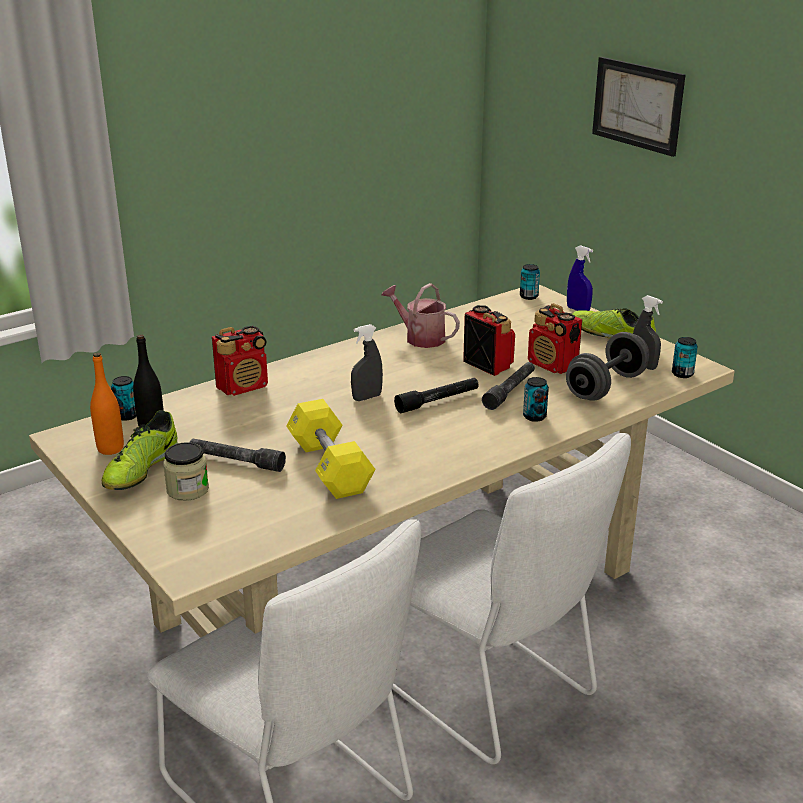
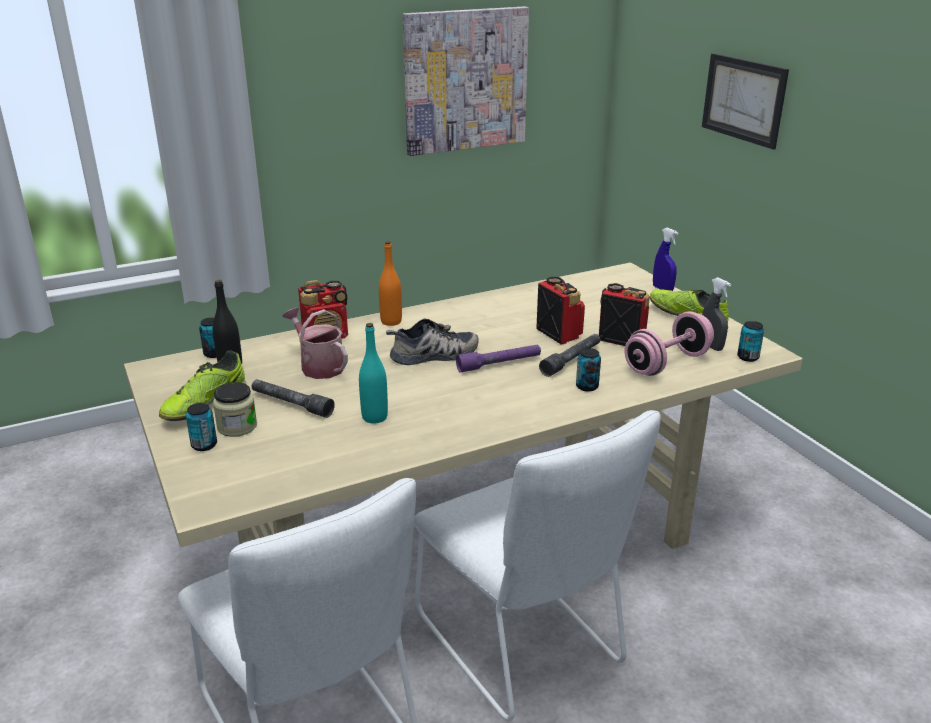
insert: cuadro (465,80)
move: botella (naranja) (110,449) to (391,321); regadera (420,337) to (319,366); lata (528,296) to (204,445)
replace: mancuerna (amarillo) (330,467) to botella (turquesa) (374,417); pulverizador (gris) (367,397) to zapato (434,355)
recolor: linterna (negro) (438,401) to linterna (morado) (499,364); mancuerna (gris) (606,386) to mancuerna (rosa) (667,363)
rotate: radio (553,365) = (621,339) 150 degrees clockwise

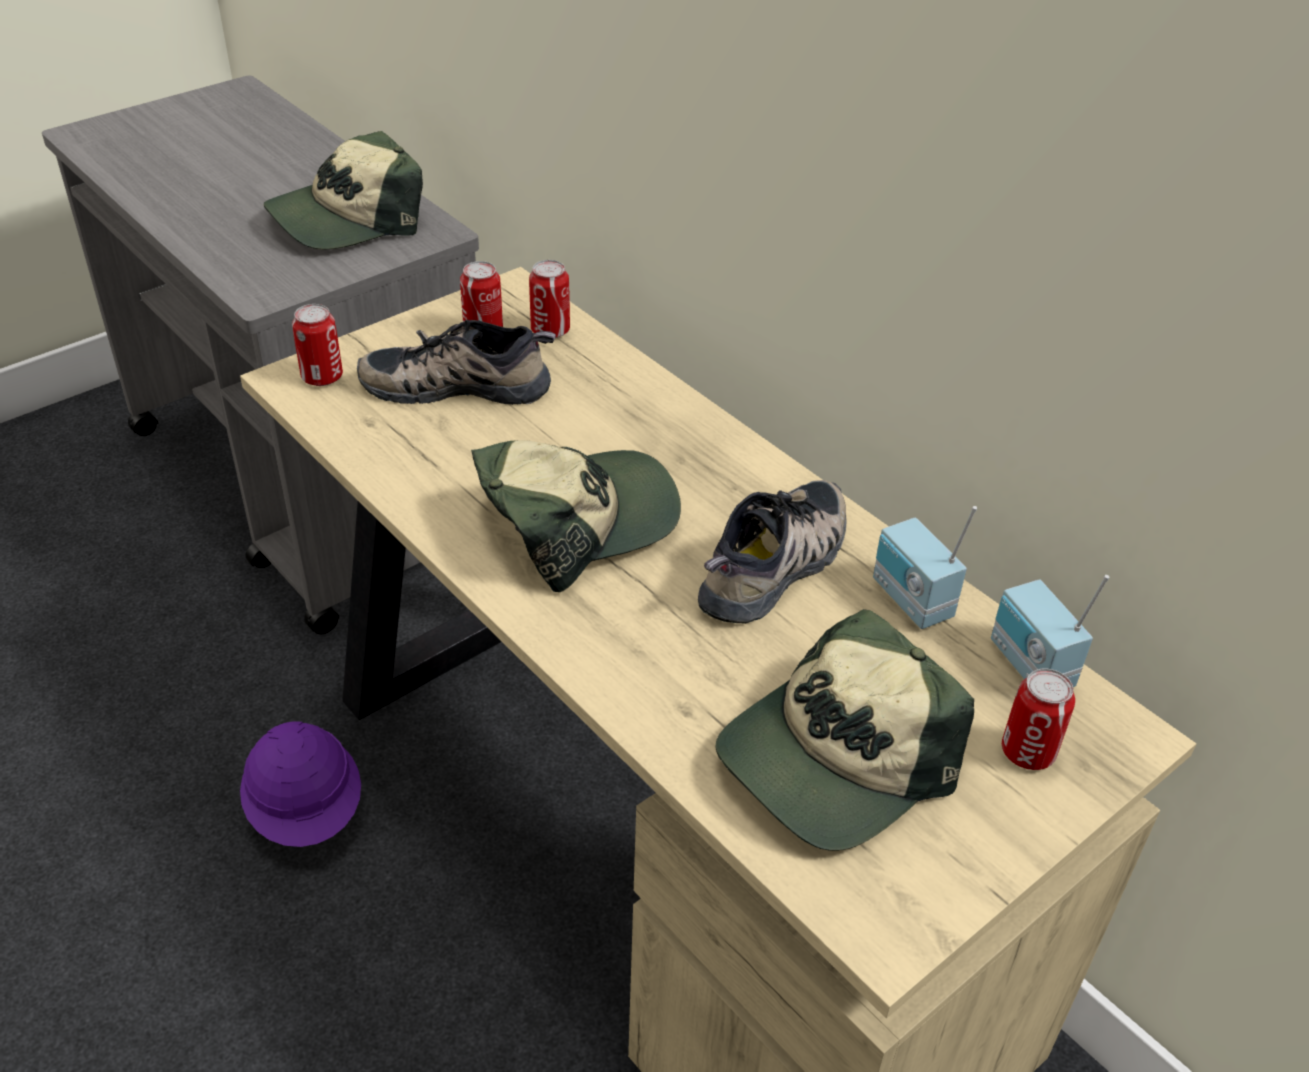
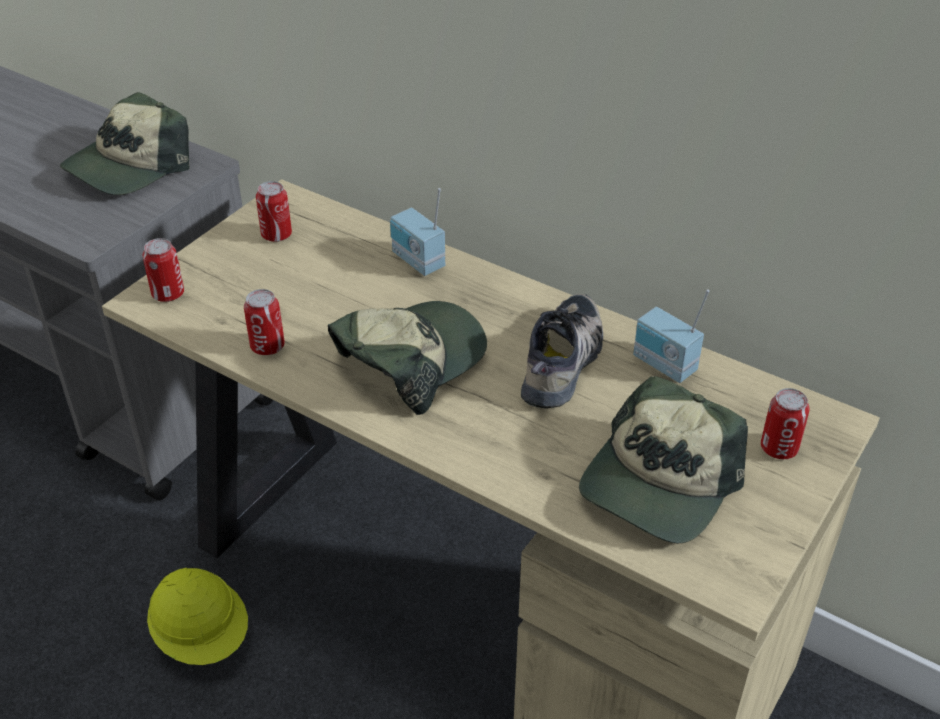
delete: zapato (458,384)
move: lata (550,330) to (267,346); radio (1028,666) to (417,262)
recolor: casco (morado) (307,810) to casco (amarillo) (203,636)

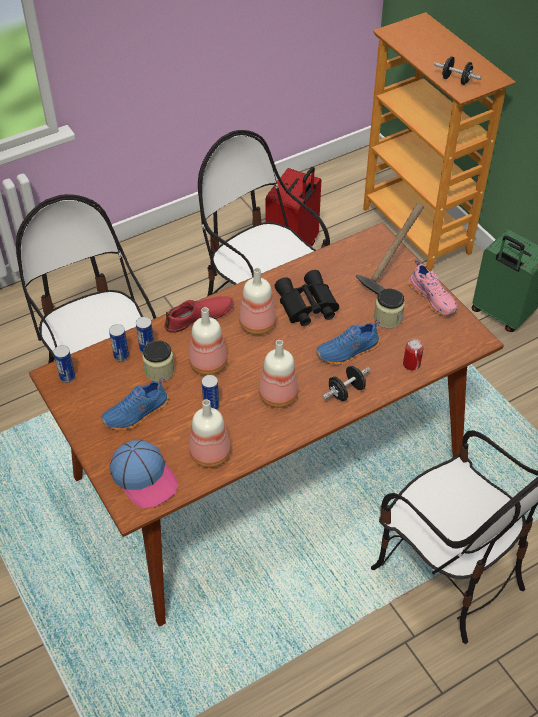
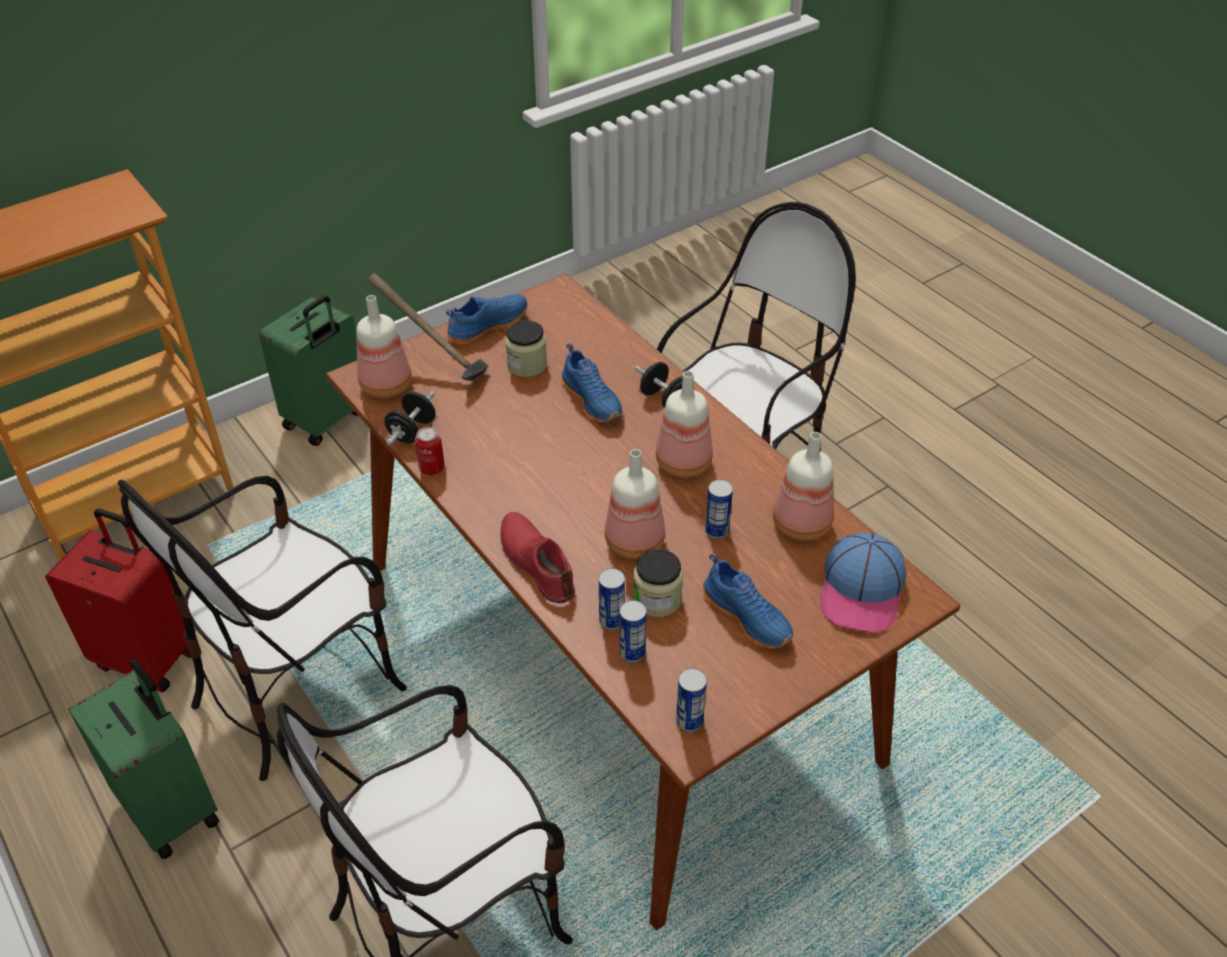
delete: prismáticos (negro) (306,306)
insert: maleta (verde) (172,809)
move: botella (258,325) to (387,385); lata (411,365) to (432,468); mancuerna (negro) (456,80) to (412,431)
recolor: zapato (rosa) (433,298) to zapato (azul) (486,325)
rotate: gorra (144,478) = (861,591) 150 degrees clockwise

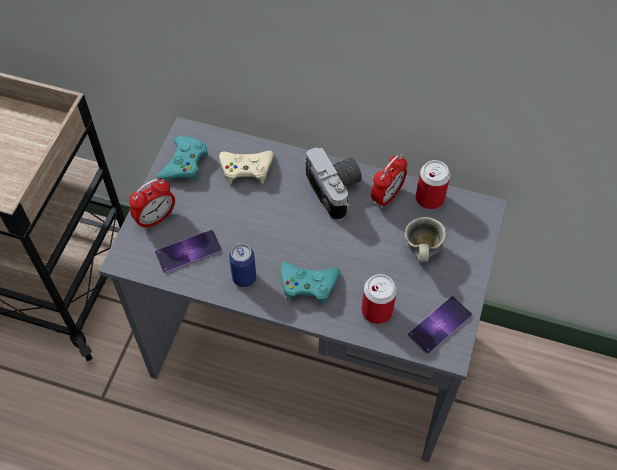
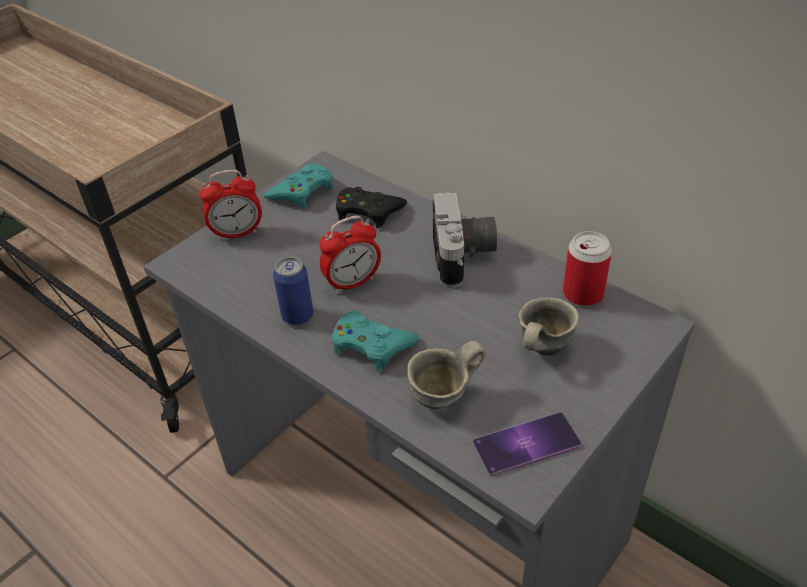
delete: móvil (188,251)
move: despertador (386,196) to (352,283)
replace: lata (376,310) to taza grande (gris) (445,400)
recolor: mando de consola (beis) (246,169) to mando de consola (negro) (368,211)

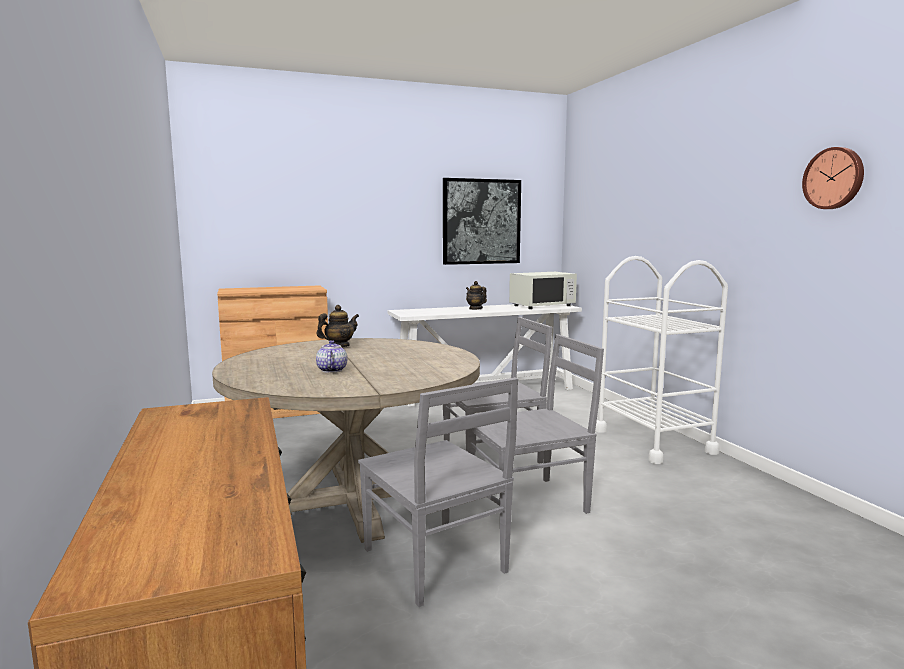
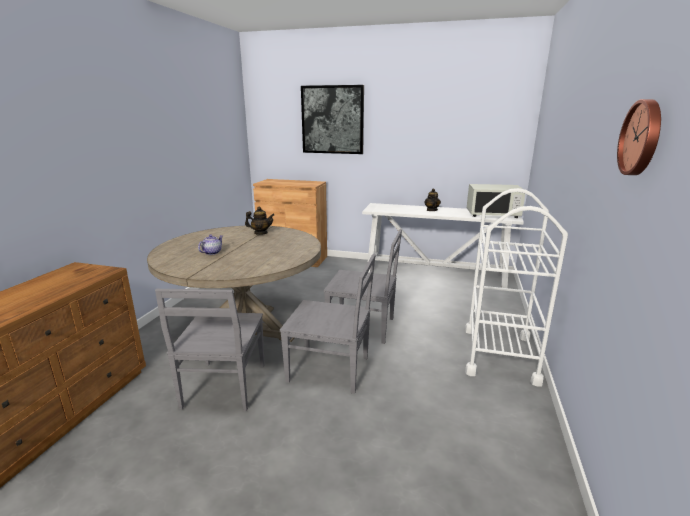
move: cuadro (481,221) to (332,120)

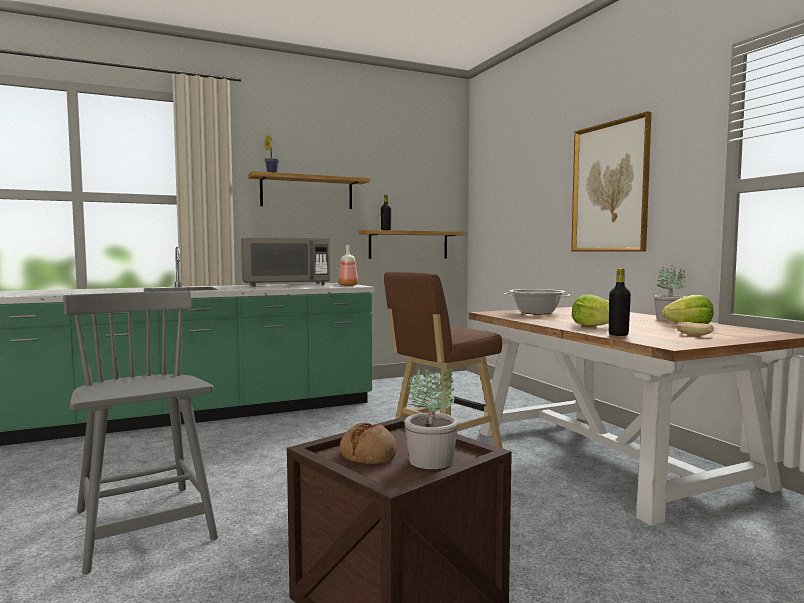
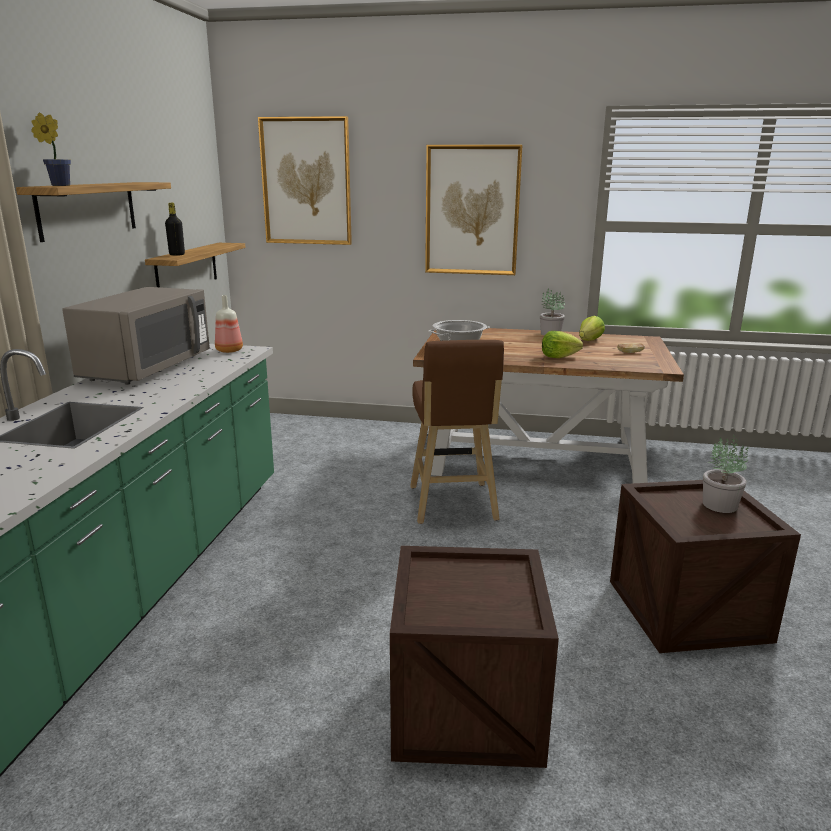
delete: pan (368,455); botella (negro) (618,335)
insert: cuadro (306,182)
replace: silla (gris) (144,526) to caja de embalaje (466,707)

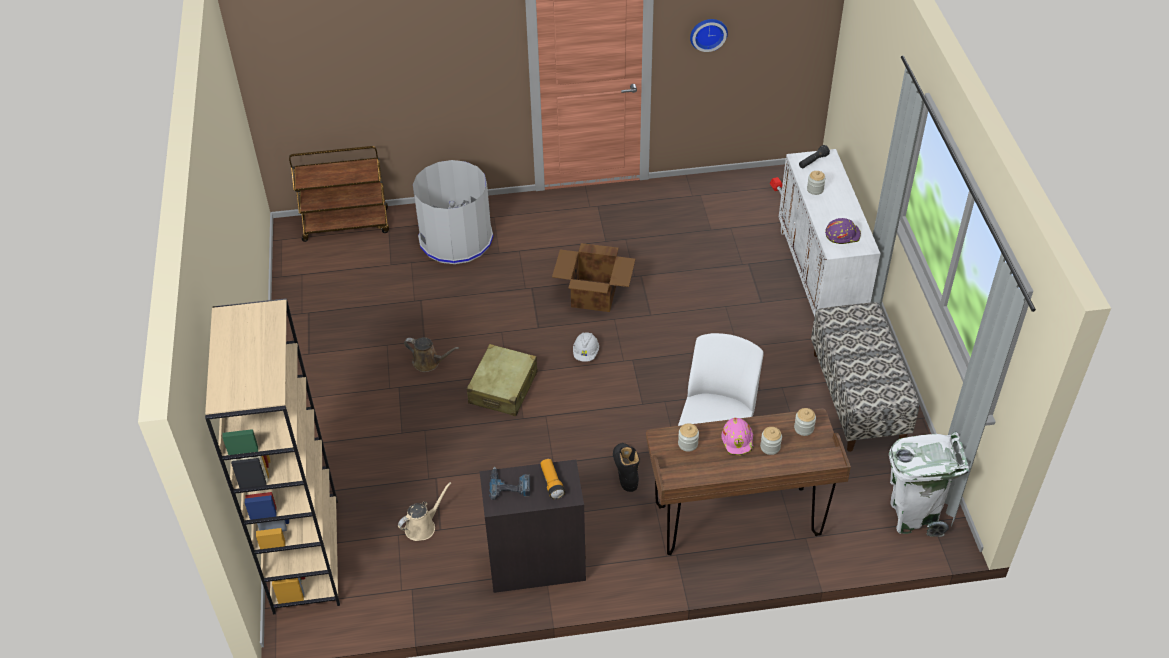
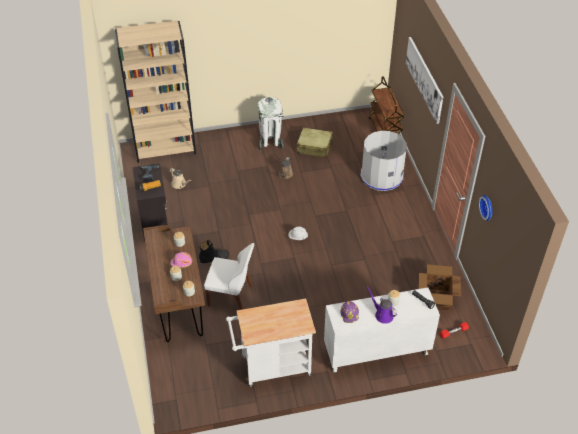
insert: regadera (morado) (382,314); cuadro (424,79)
move: maleta (beis) (503,388) to (314,147); caja de cartón (594,295) to (436,300); papelera (blanco) (913,515) to (270,142)
replace: banco (858,397) to carrito (blanco) (271,367)

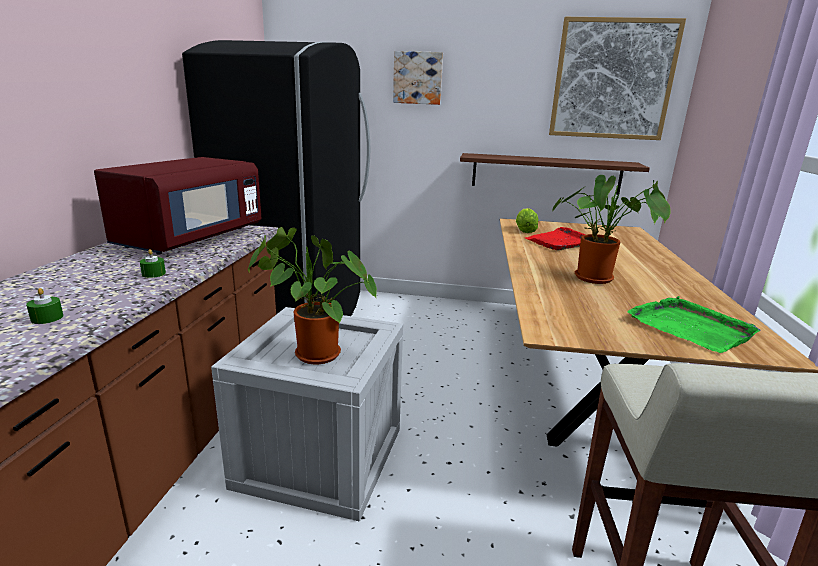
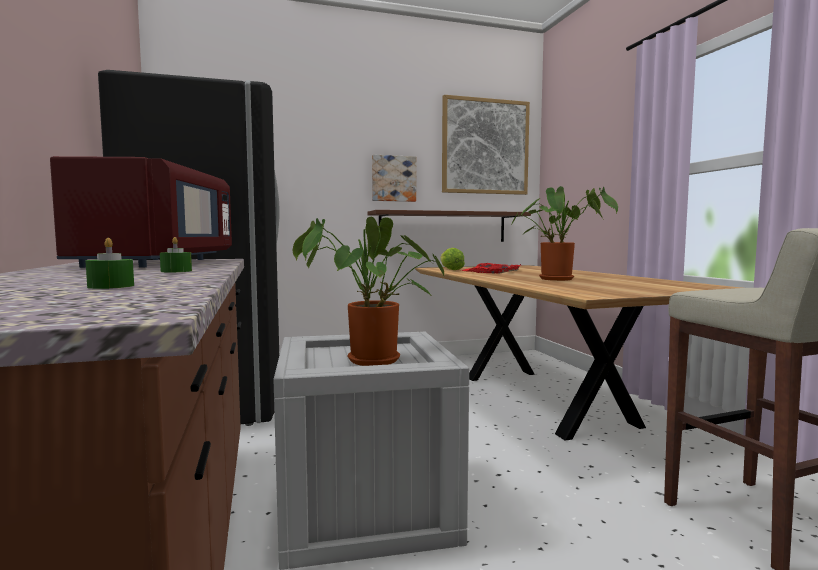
delete: bandeja (verde) (690,327)
move: cuadro (418,78) to (393,178)

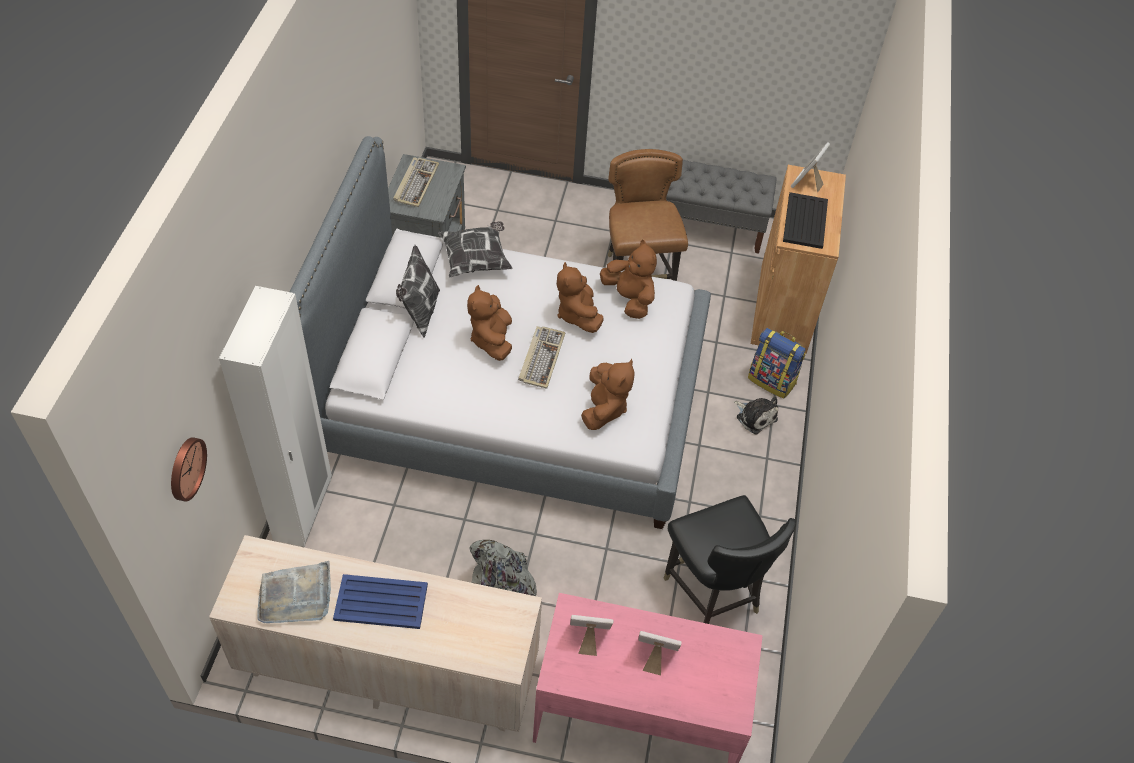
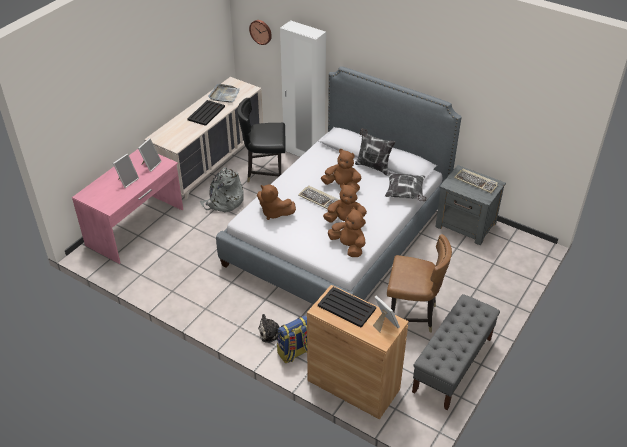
move: silla (negro) (713,593) to (265,172)
recolor: bandeja (azul) (382,602) to bandeja (negro) (206,113)
rotate: peluche (marrón) (629,299) = (348,246) 120 degrees counterclockwise

